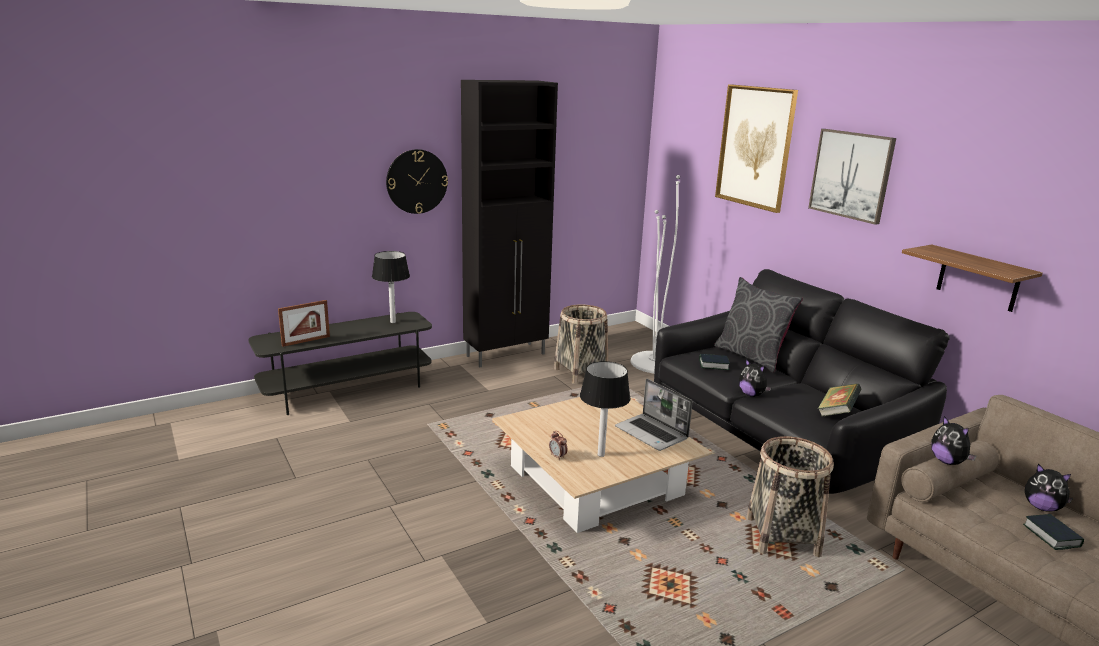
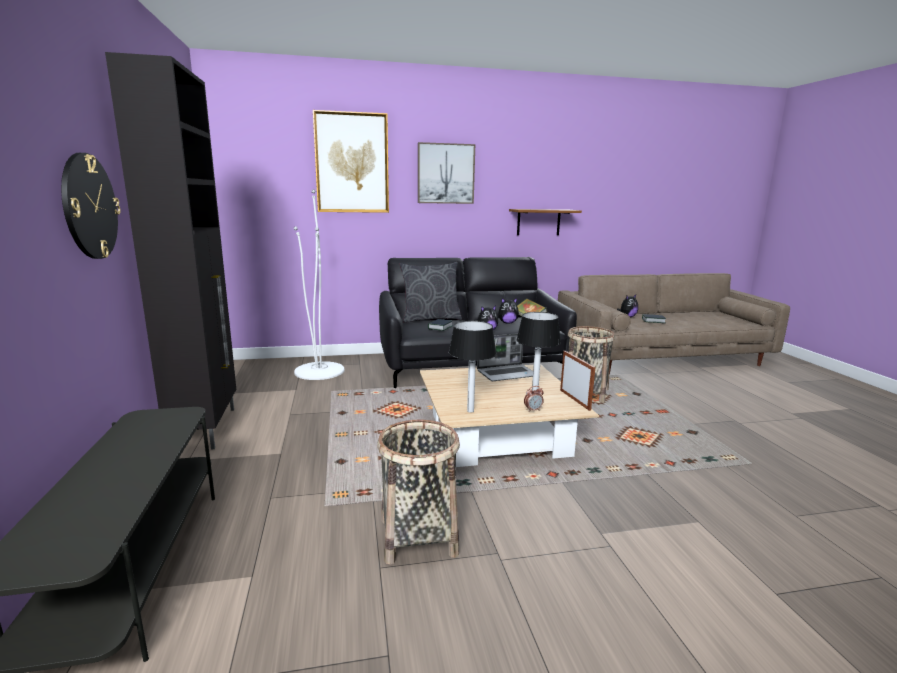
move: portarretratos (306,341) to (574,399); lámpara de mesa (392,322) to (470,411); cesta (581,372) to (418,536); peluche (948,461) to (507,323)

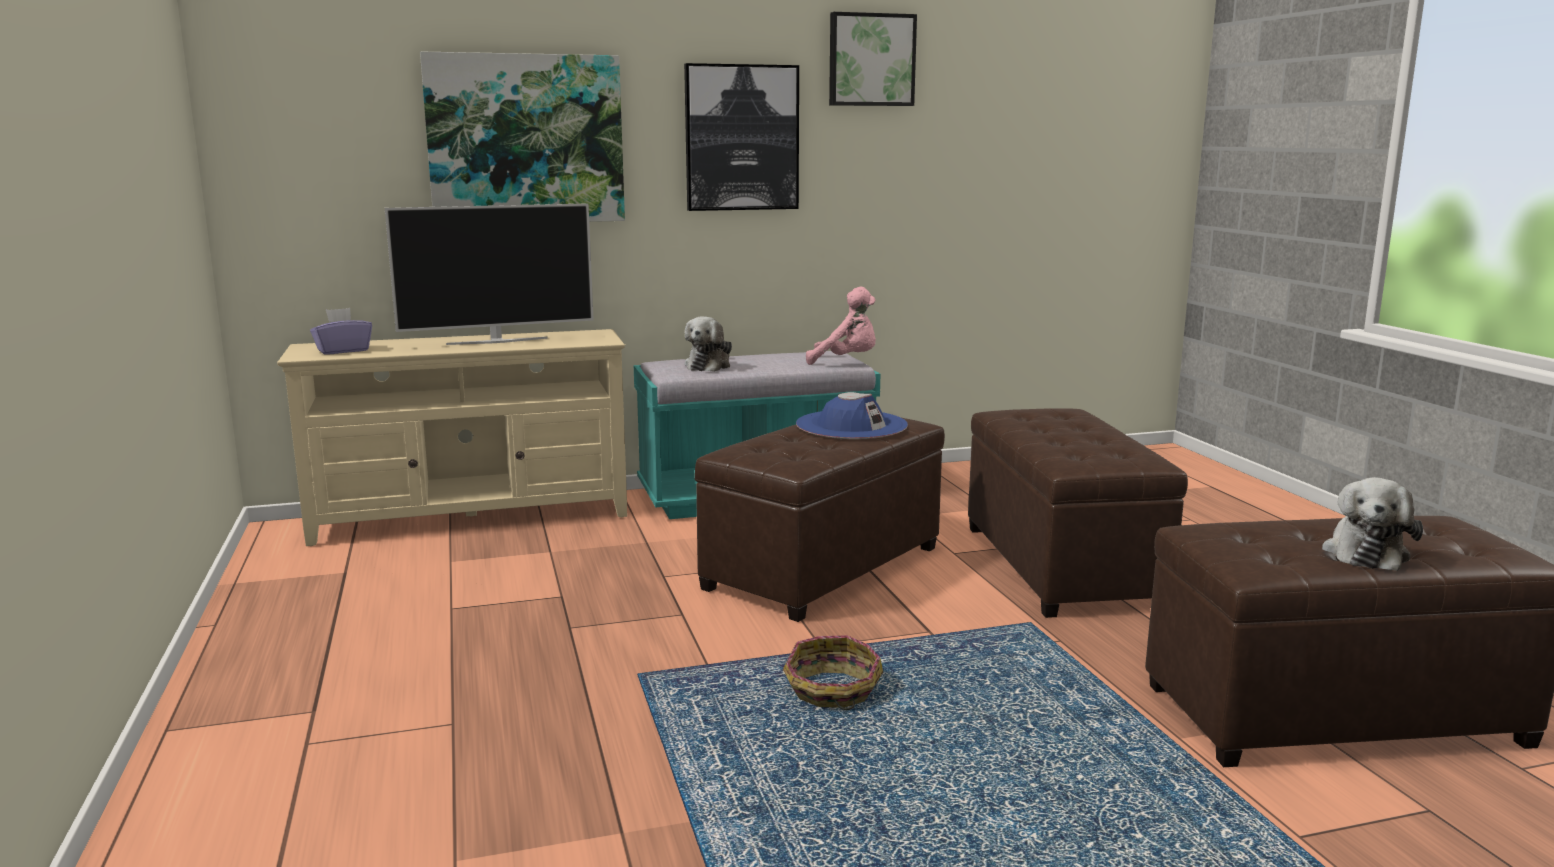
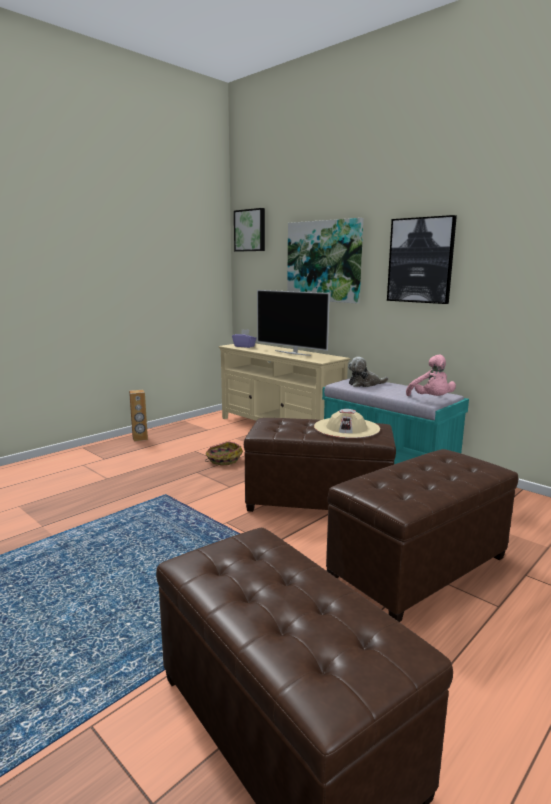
delete: peluche (1365,552)
insert: altavoz (marrón) (140,438)
move: cesta (832,691) to (223,460); cuadro (871,60) to (250,230)
recolor: sombrero (azul) (851,425) to sombrero (beis) (346,428)

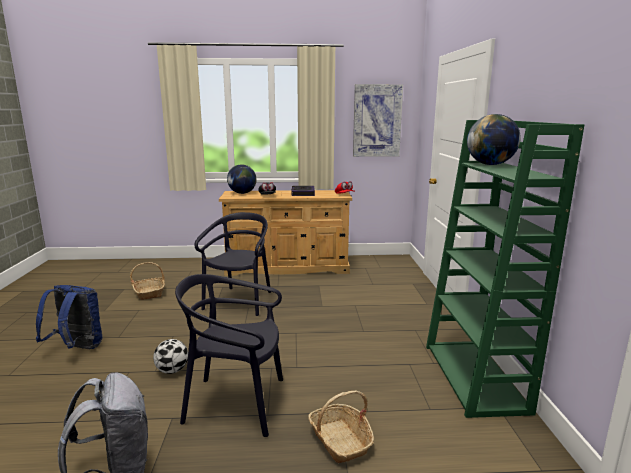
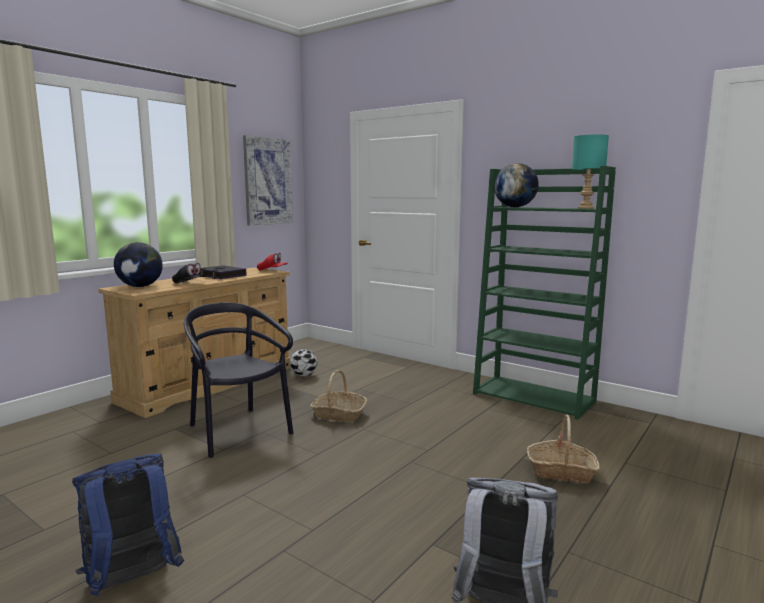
delete: silla (negro) (236,403)
insert: lámpara de mesa (turquesa) (585,208)
move: cesta (150,293) to (338,414); balón de fútbol (172,370) to (303,375)

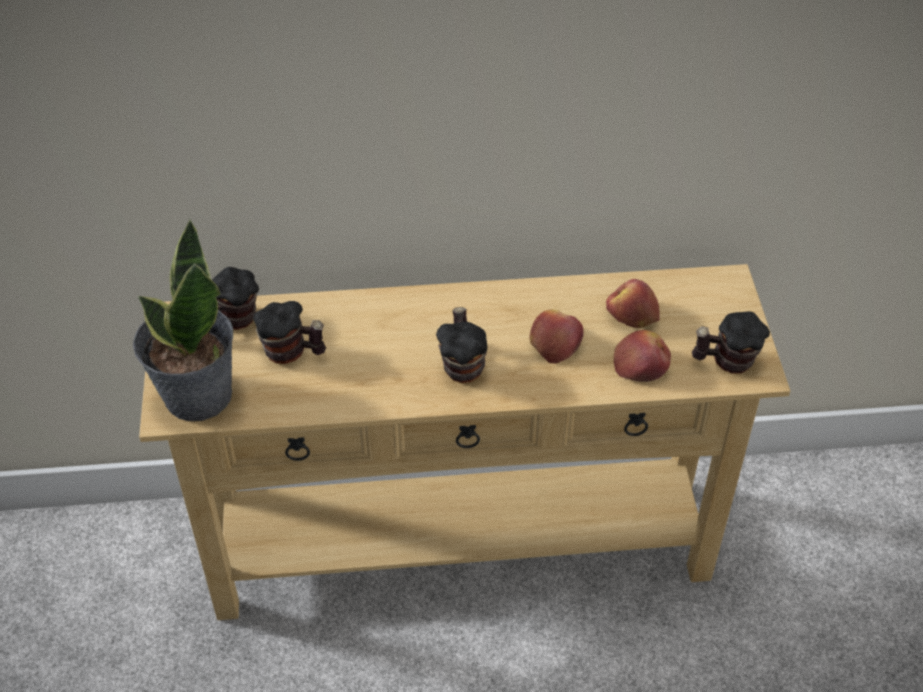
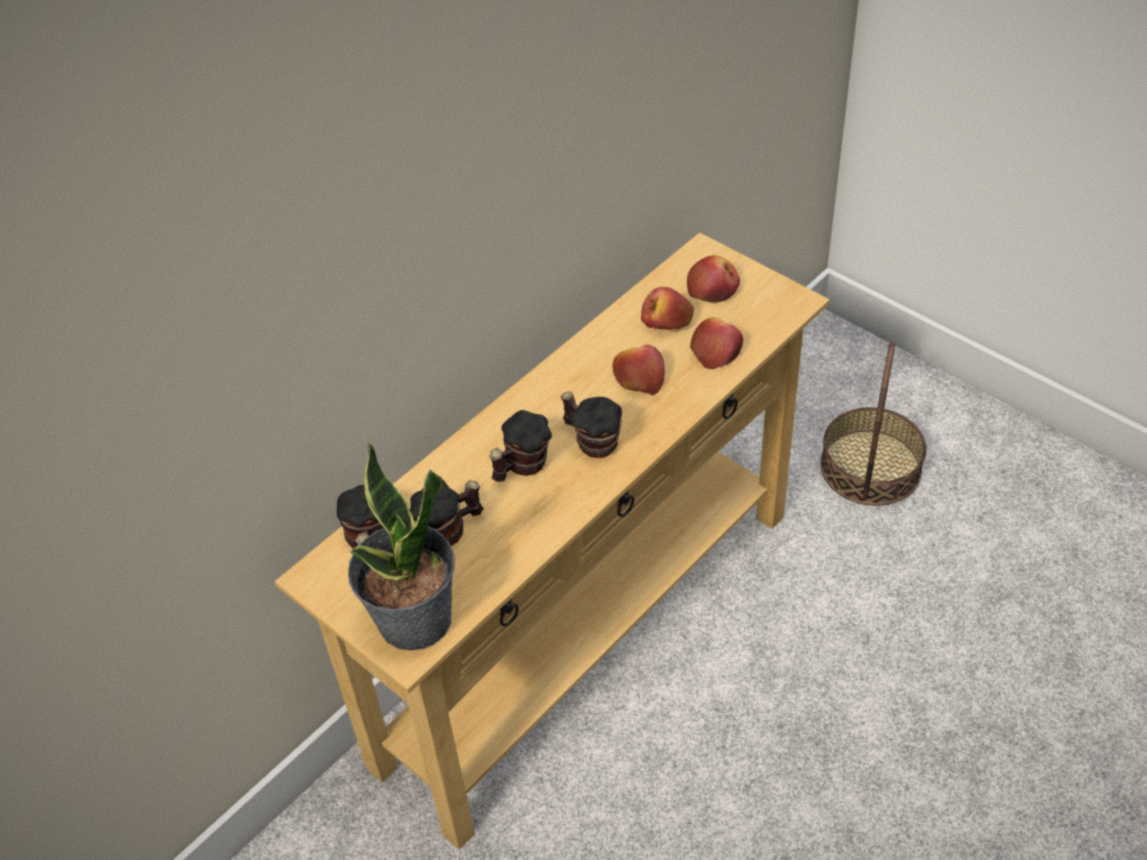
insert: manzana (713,288); cesta (871,467)
move: taza grande (726,361) to (521,467)

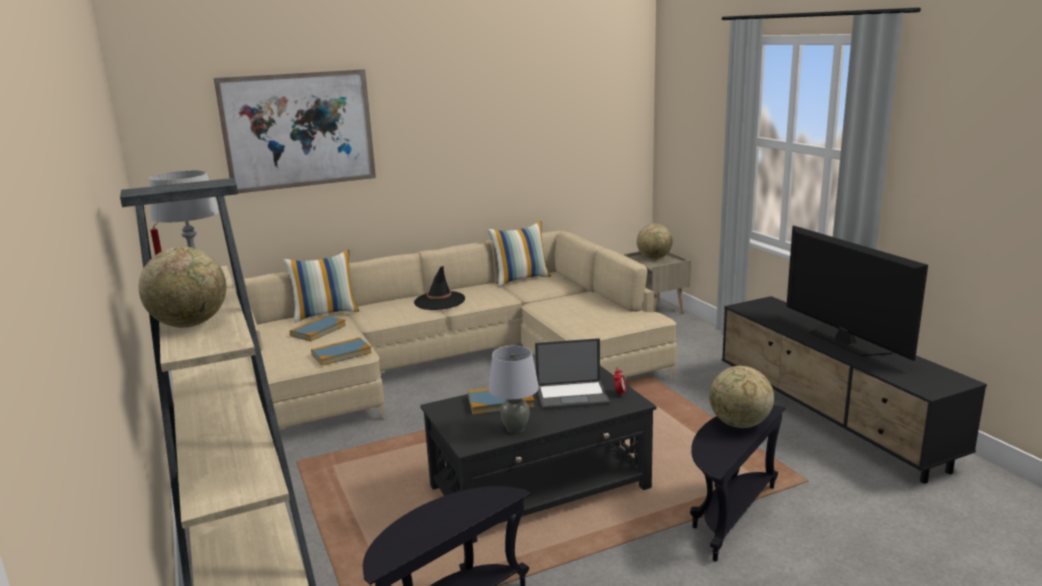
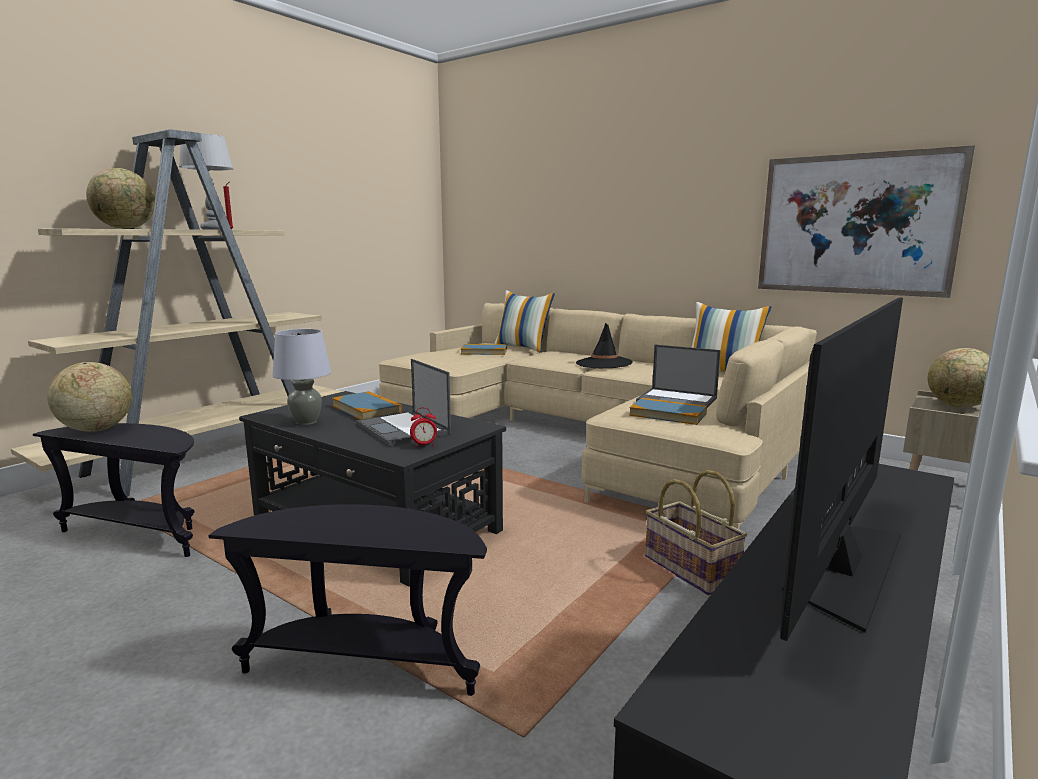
insert: portátil (678,400); cesta (689,569)
move: cuadro (299,130) to (855,224); libro (341,354) to (667,414); globo terráqueo (739,424) to (96,429)

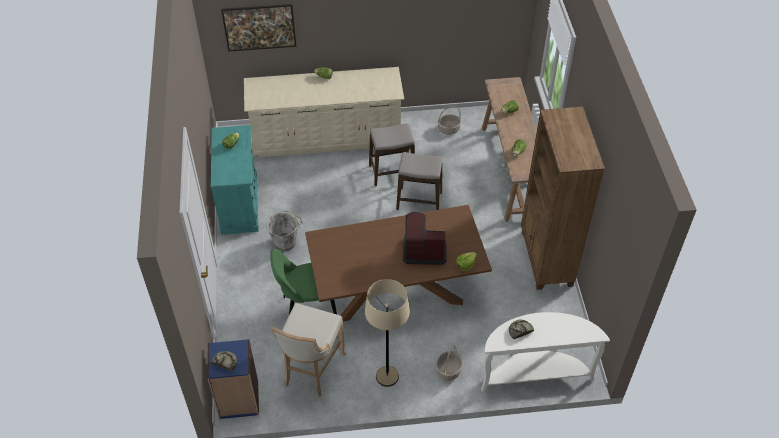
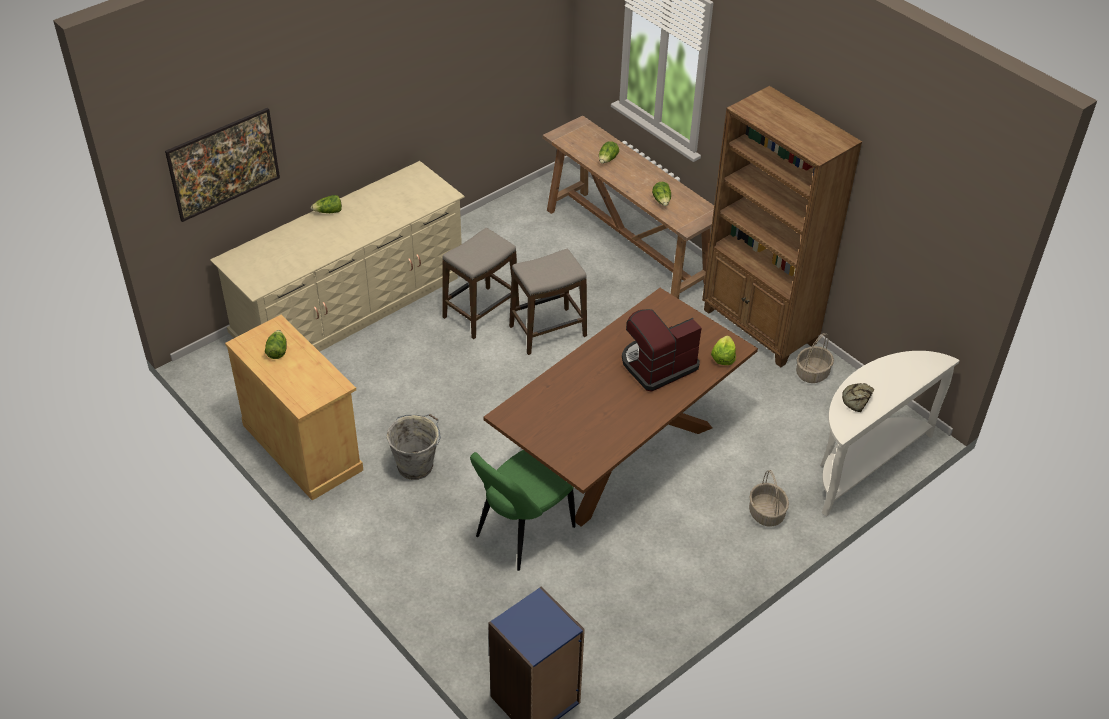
delete: pan (225,362); taburete (beis) (311,370); lámpara de pie (beis) (387,376)
move: cesta (449,129) to (812,373)
recolor: armario (turquesa) (240,203) to armario (beis) (303,447)

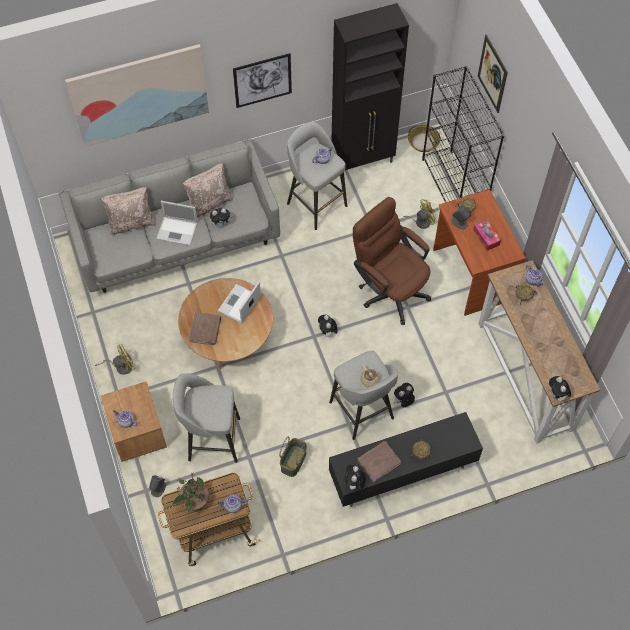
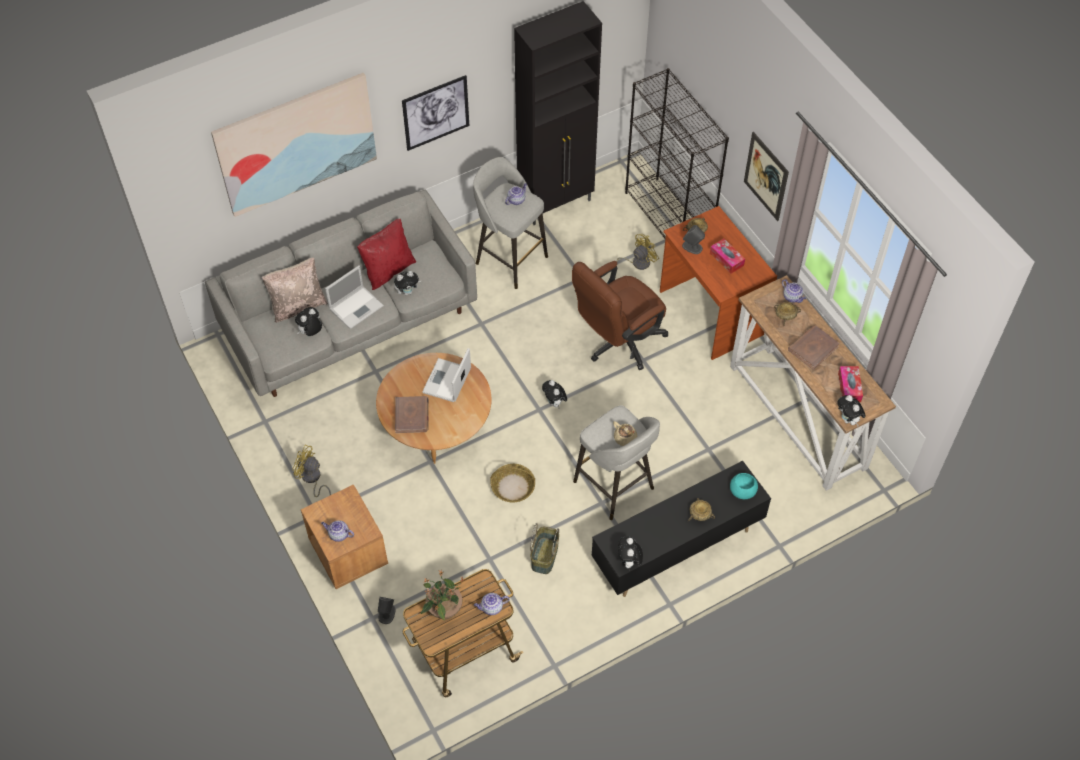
delete: taburete (gris) (212,439)
insert: cuenco (turquesa) (743,491); caja de pañuelos (849,387)
move: libro (marrón) (378,462) to (812,348); peluche (403,401) to (311,332); cesta (423,142) to (512,487); cuadro (492,74) to (766,176)
recolor: cojín (beis) (209,203) to cojín (rojo) (388,270)
rotate: ventilador (amarillo) (120,366) = (312,479) 120 degrees counterclockwise; portátil (178,230) = (357,306) 45 degrees counterclockwise; silla de oficina (marrón) (389,289) = (618,343) 75 degrees counterclockwise

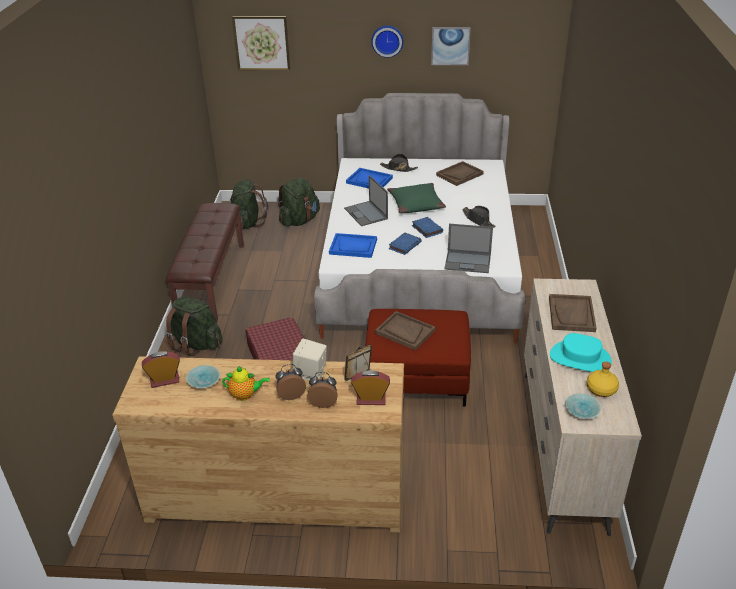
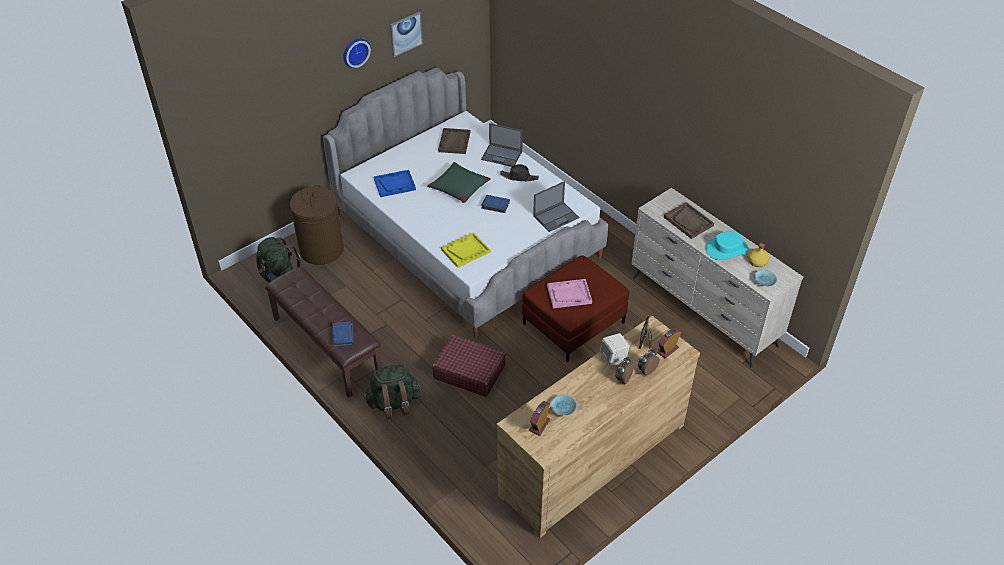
delete: tetera (245,395); cuadro (261,43); sombrero (negro) (398,168)
move: portátil (366,214) to (502,155); libro (azul) (405,245) to (343,335)
replace: mochila (verde) (299,221) to cesto de la ropa (marrón) (321,250)
recolor: bandeja (azul) (353,247) to bandeja (amarillo) (465,251); bandeja (marrón) (405,332) to bandeja (rosa) (569,294)

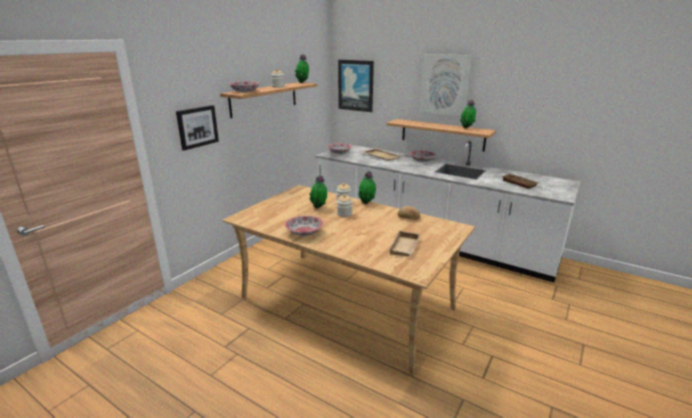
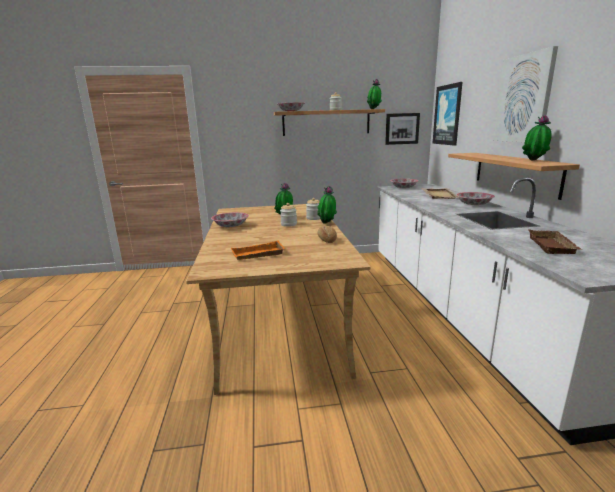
move: cuadro (197,127) to (402,128)
recolor: bandeja (beis) (405,247) to bandeja (naranja) (257,255)

